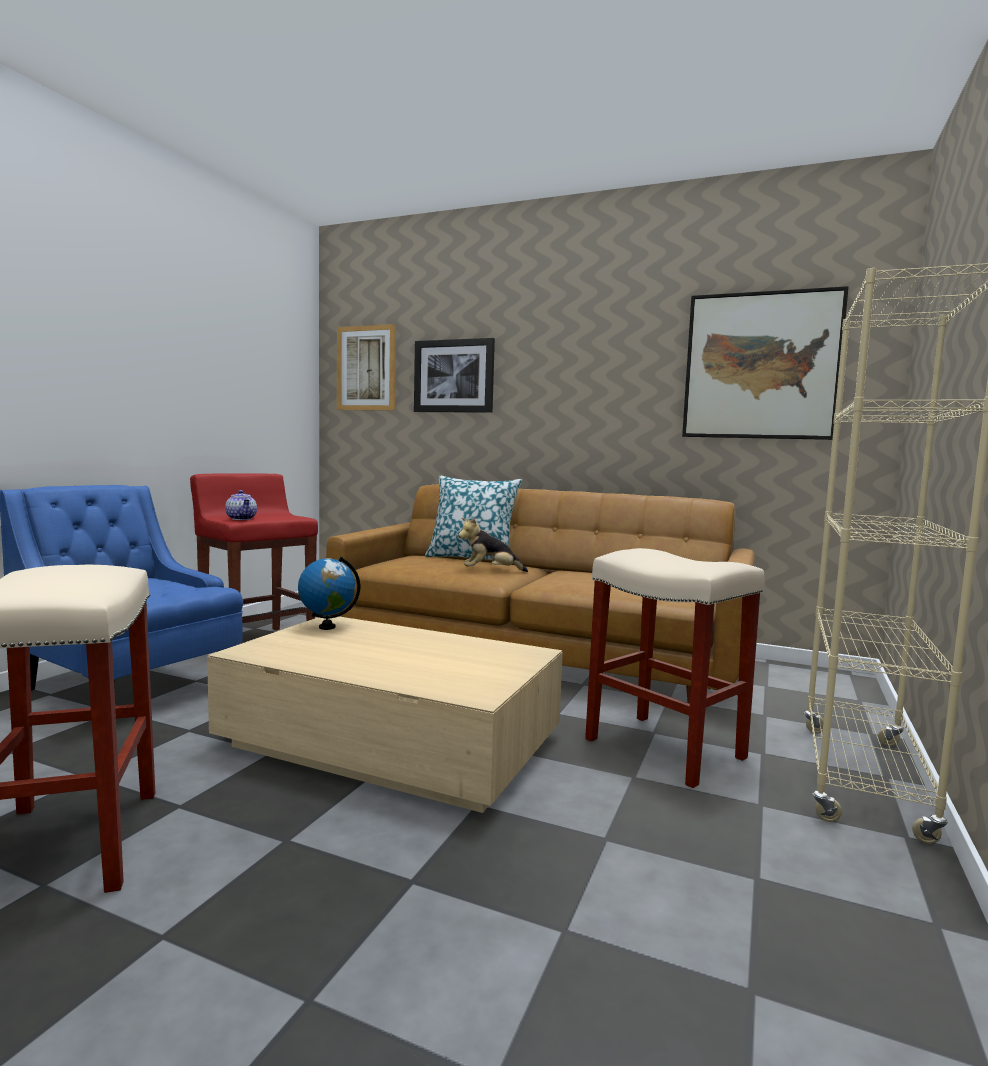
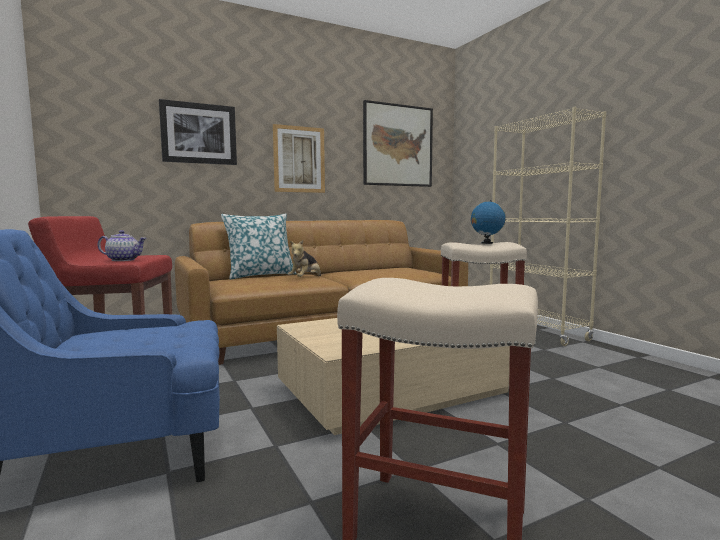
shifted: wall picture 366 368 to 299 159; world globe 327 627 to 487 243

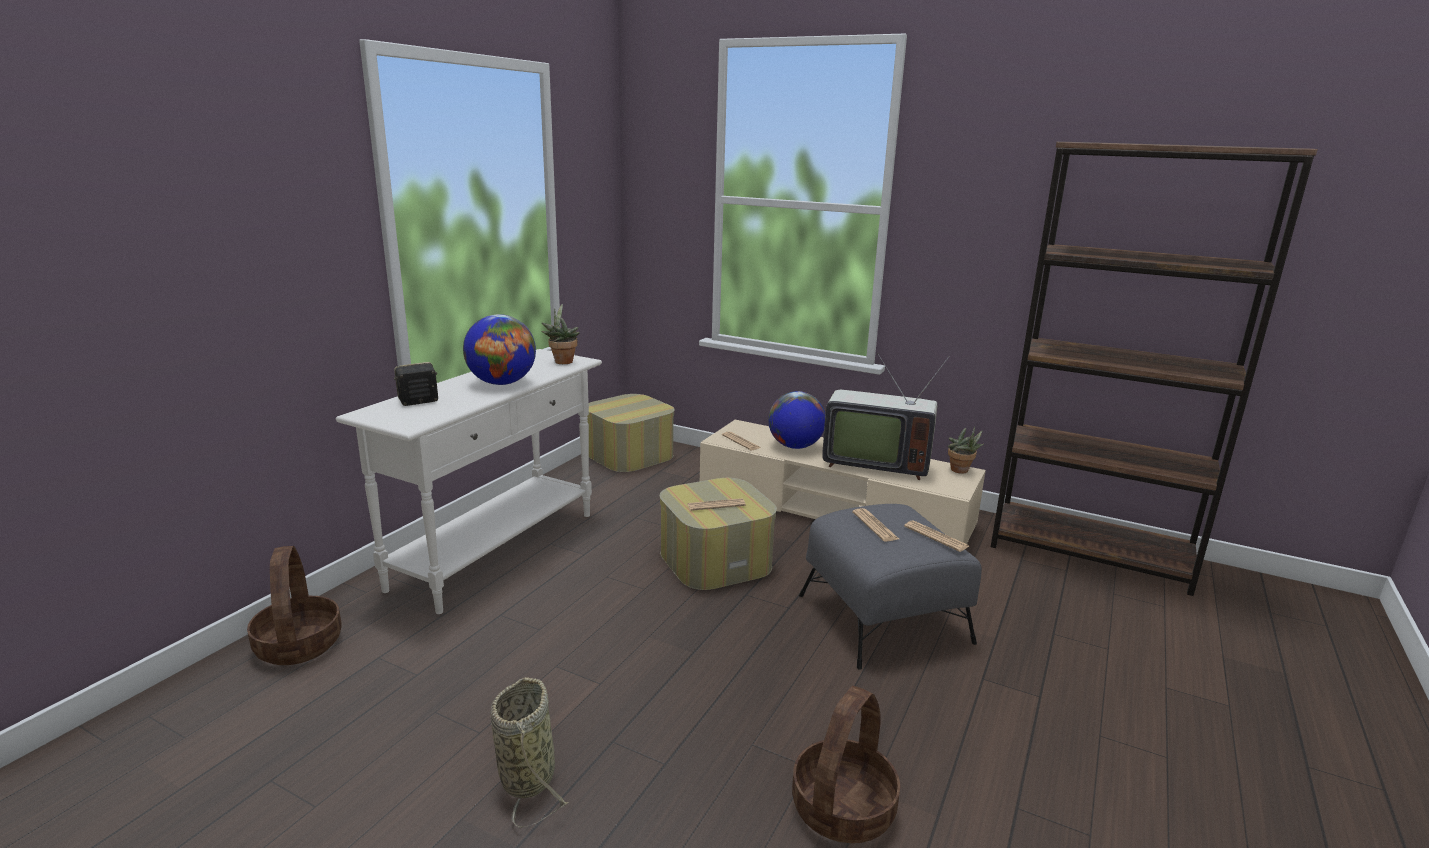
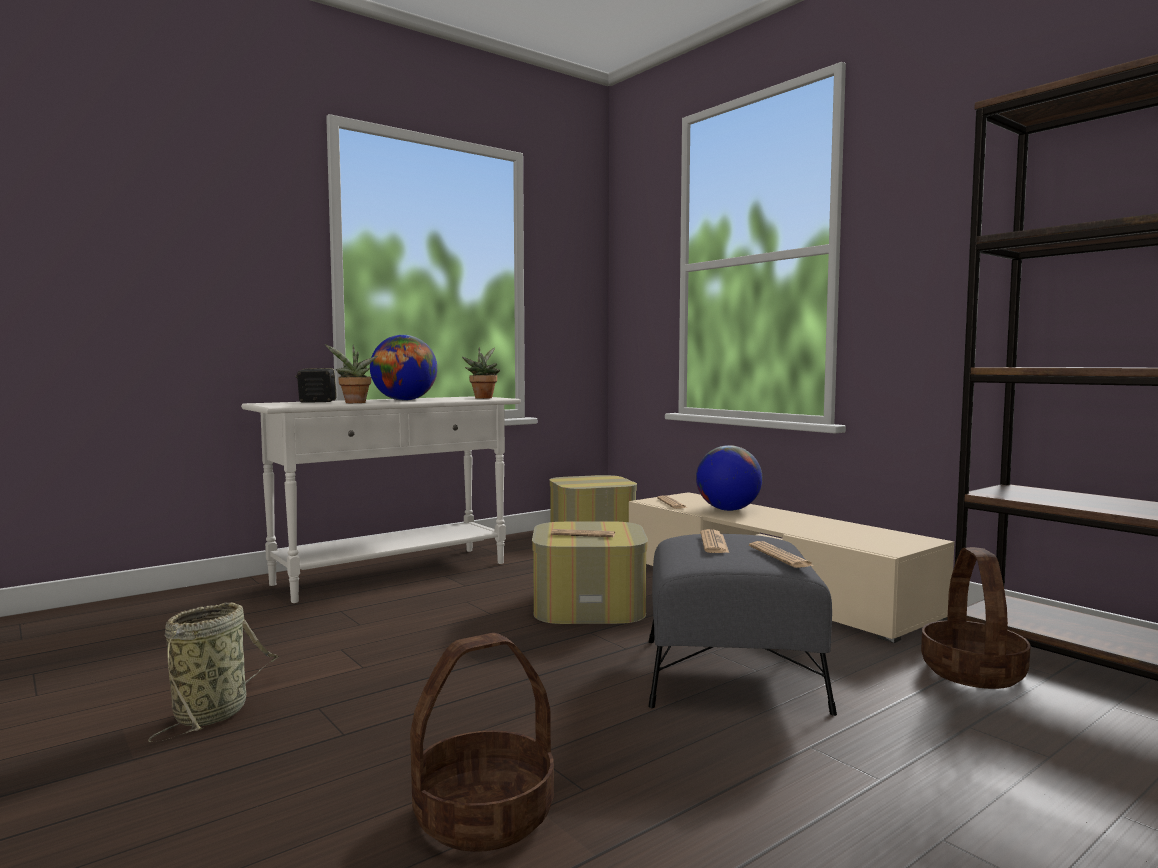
gone: TV set 874 463
shifted: potted plant 961 471 to 354 403; basket 299 645 to 973 672

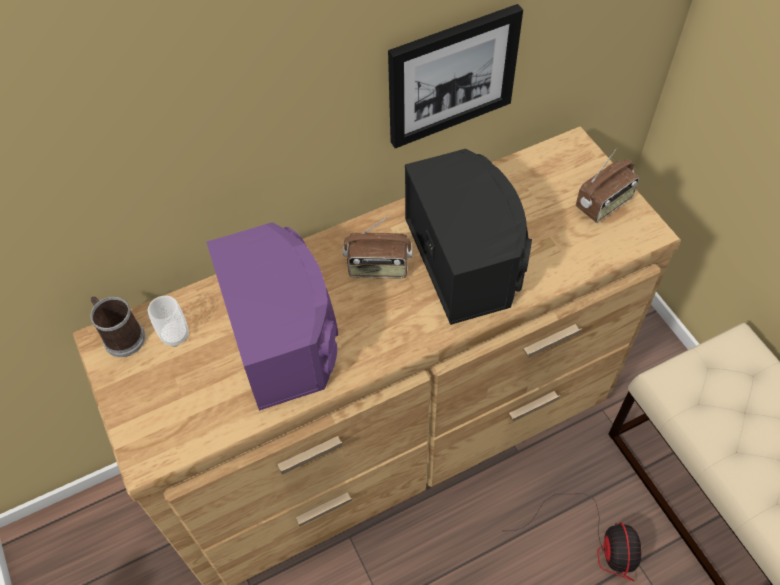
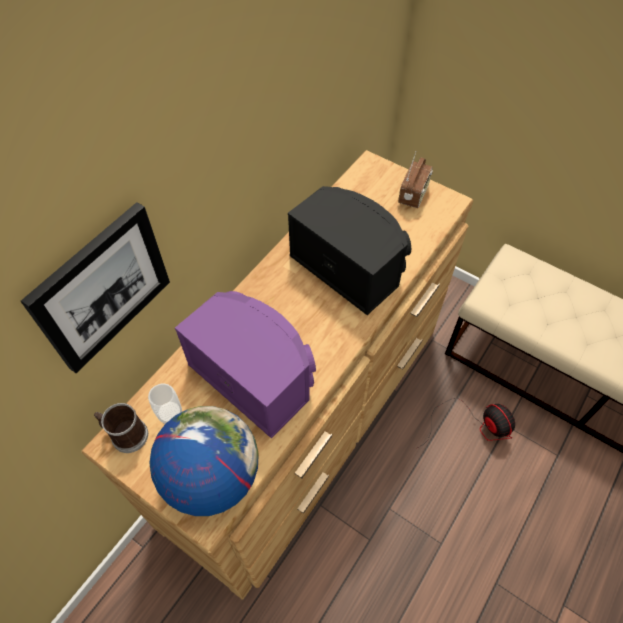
gone: radio receiver 378 268
new: world globe 212 476
shifted: wall picture 451 75 to 101 287

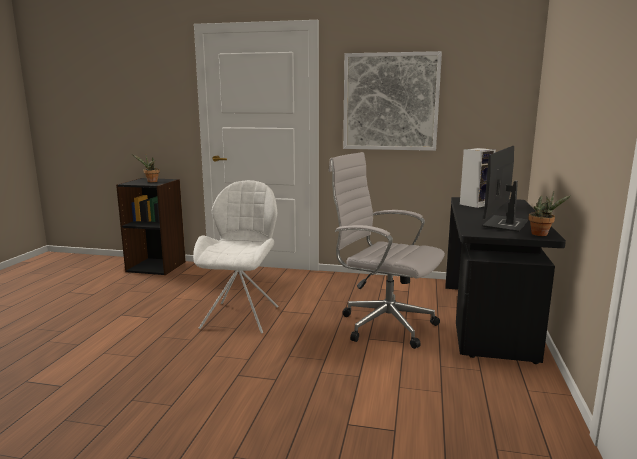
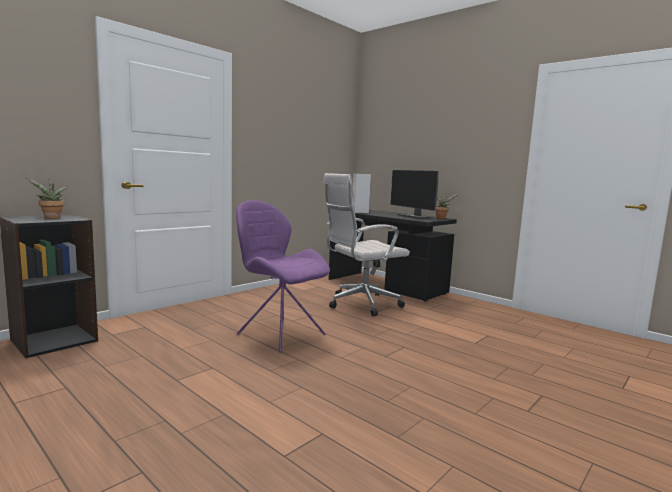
gone: wall picture 390 102
repainted: whitish plain chair 241 316 to purple-coloured plain chair 279 333

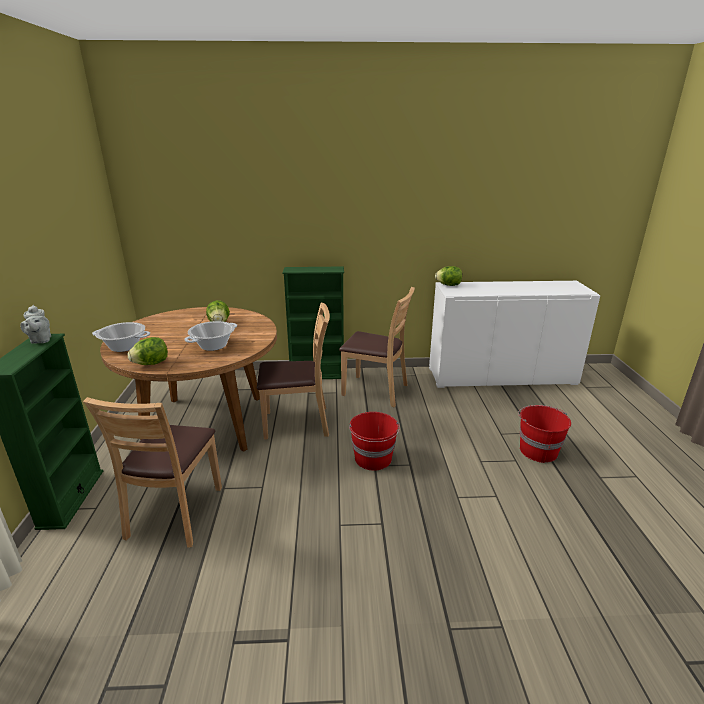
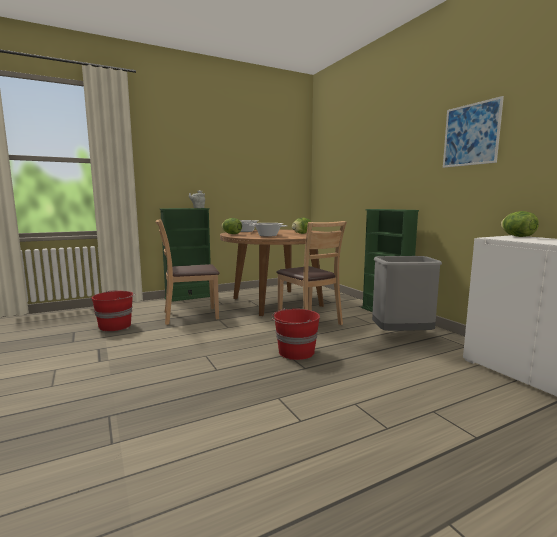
new: wall picture 471 134
shifted: red-coloured water bucket 537 450 to 116 326
swapped: brown-coloured plain chair 376 390 to gray waste bin 401 335

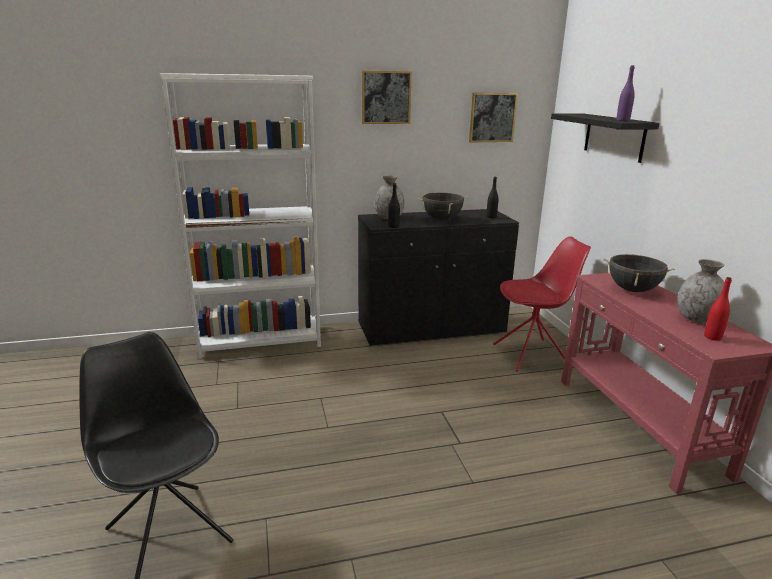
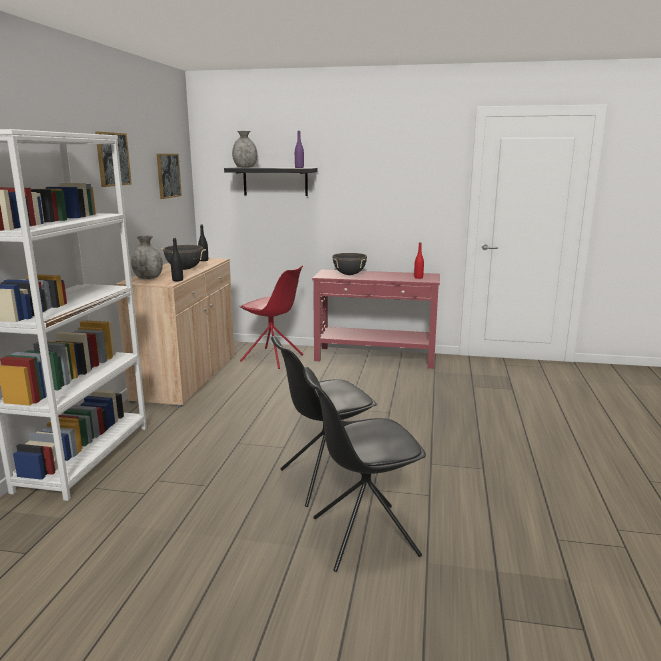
new: blackish plain chair 324 480
shifted: gray decorative vase 696 318 to 245 167
repainted: blackish storage cabinet 431 329 to sand-coloured storage cabinet 187 378
rotated: red-coloured plain chair 532 355 = 273 358 105 degrees clockwise

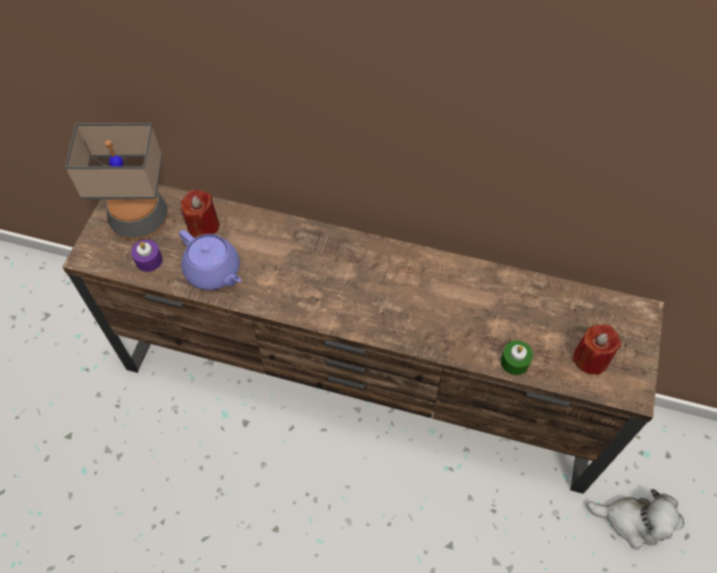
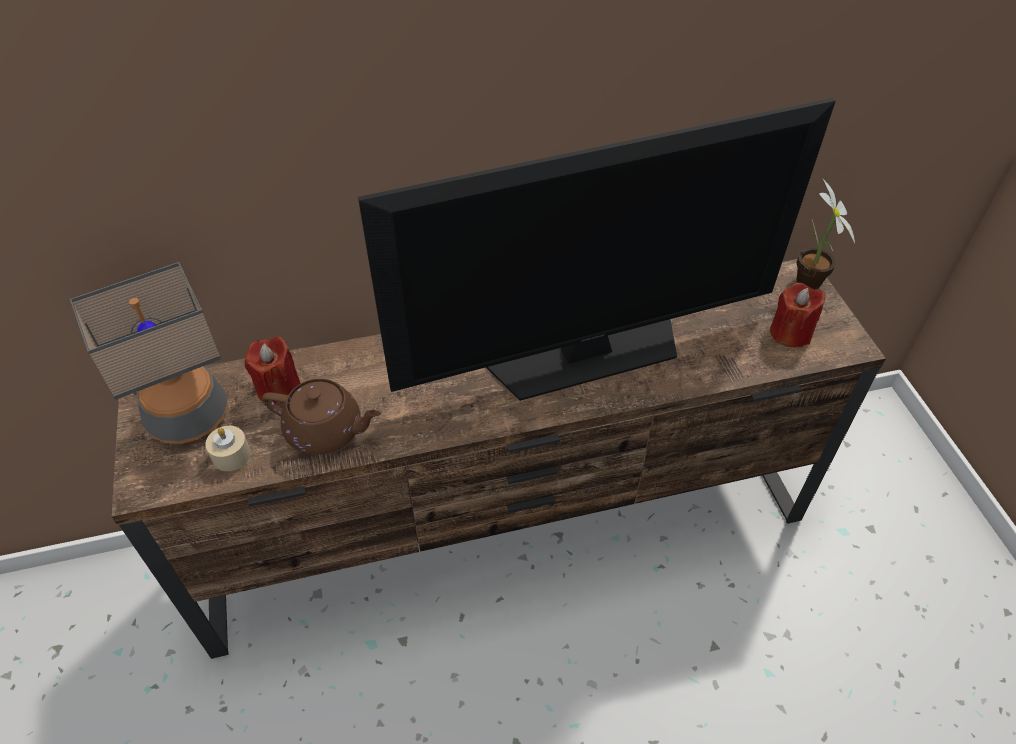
gone: green-coloured candle 514 361; plush toy 633 521
new: TV set 586 353; potted plant 807 284
repainted: purple-coloured teapot 214 272 to brown-coloured teapot 326 431; purple-coloured candle 149 260 to sand-coloured candle 231 455

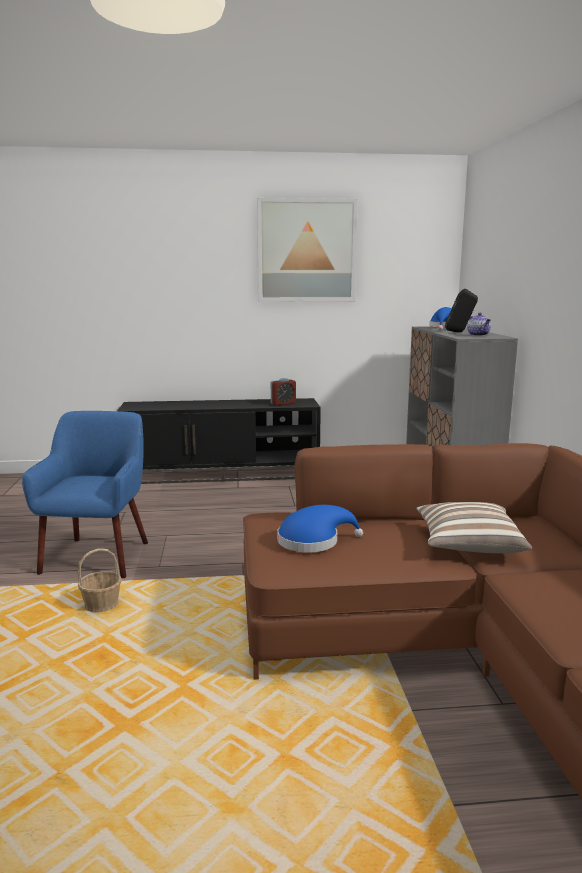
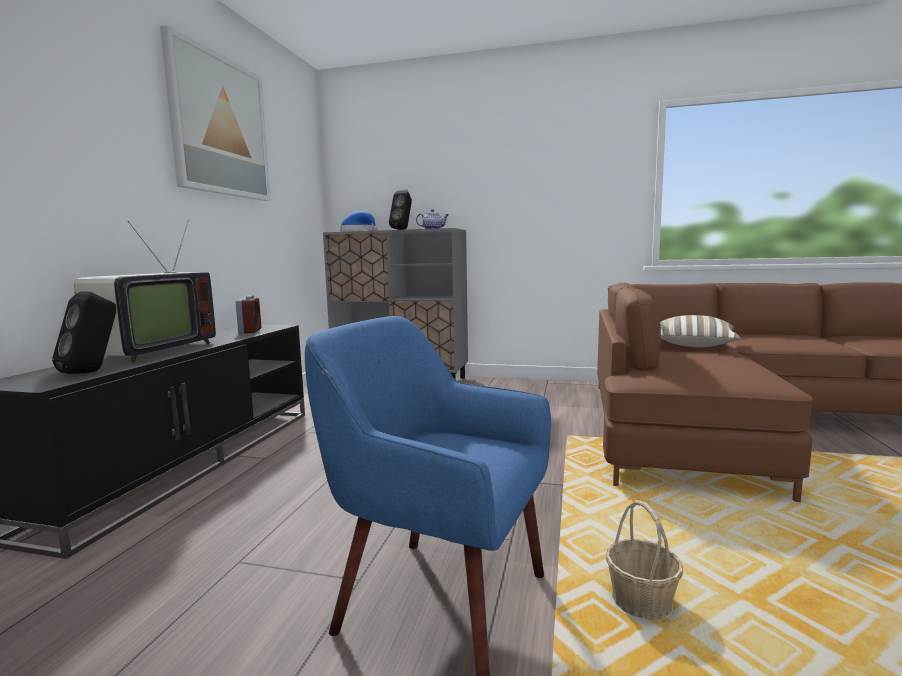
gone: blue hat 313 541
new: TV set 150 351; blackish loudspeaker 92 371

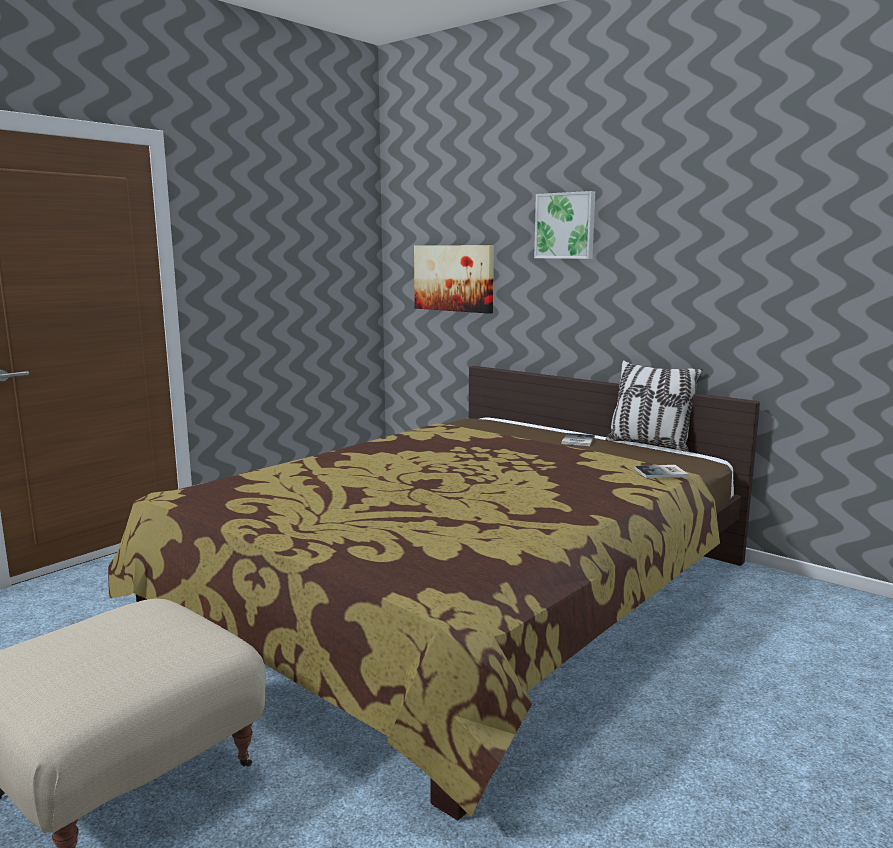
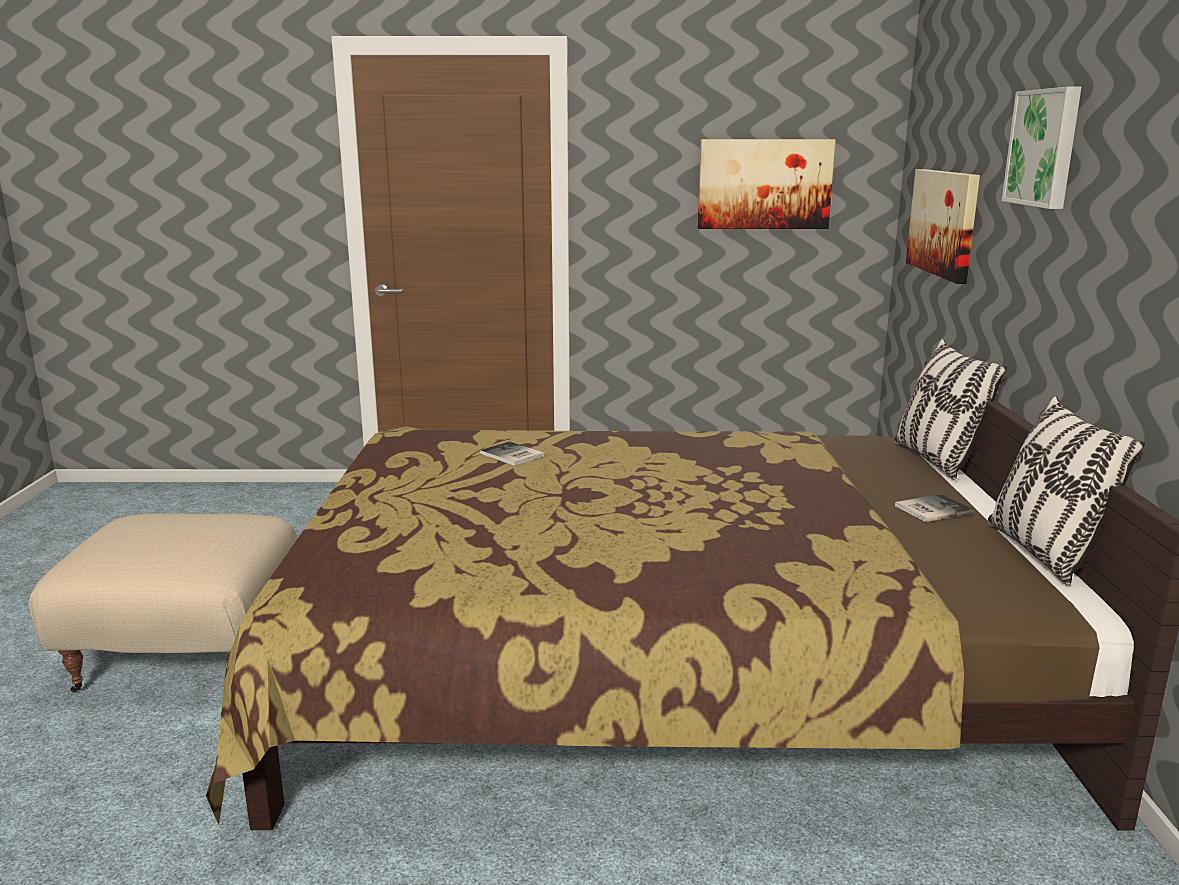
new: wall picture 764 184; cushion 936 461
shifted: volume 662 473 to 511 455

